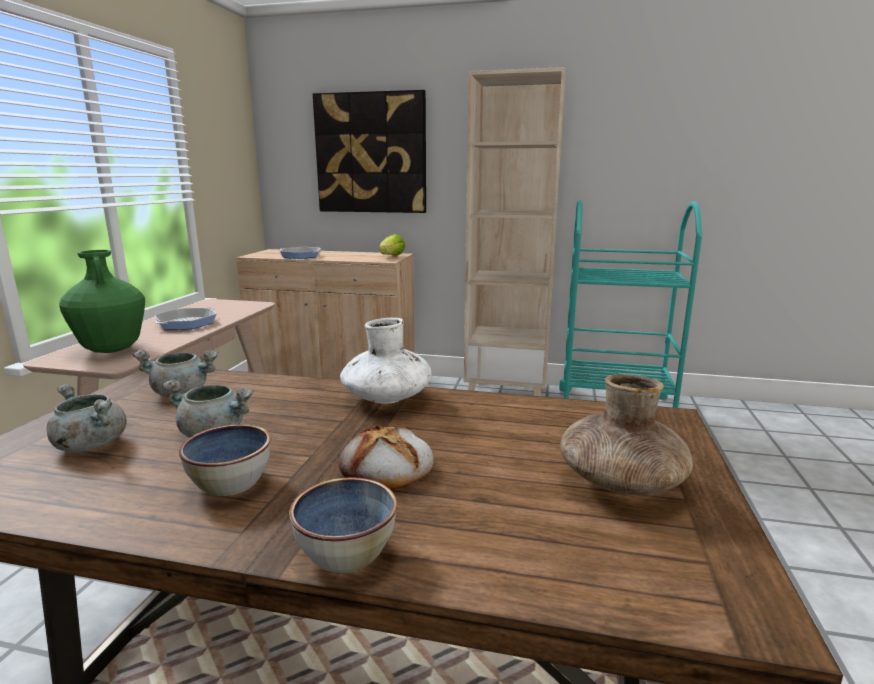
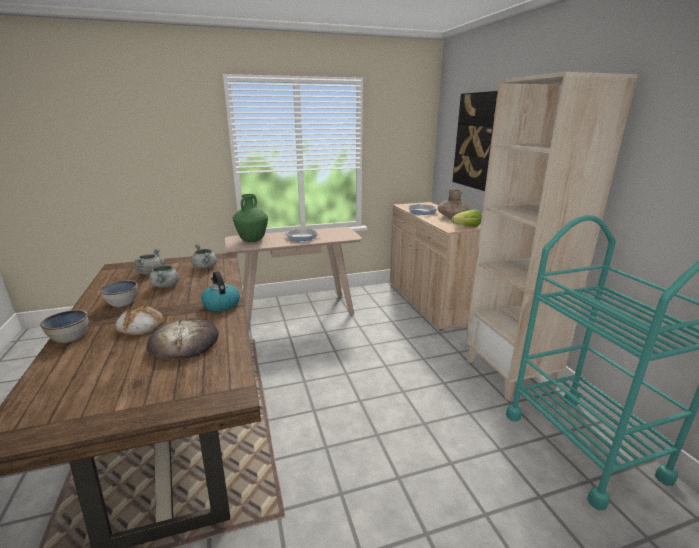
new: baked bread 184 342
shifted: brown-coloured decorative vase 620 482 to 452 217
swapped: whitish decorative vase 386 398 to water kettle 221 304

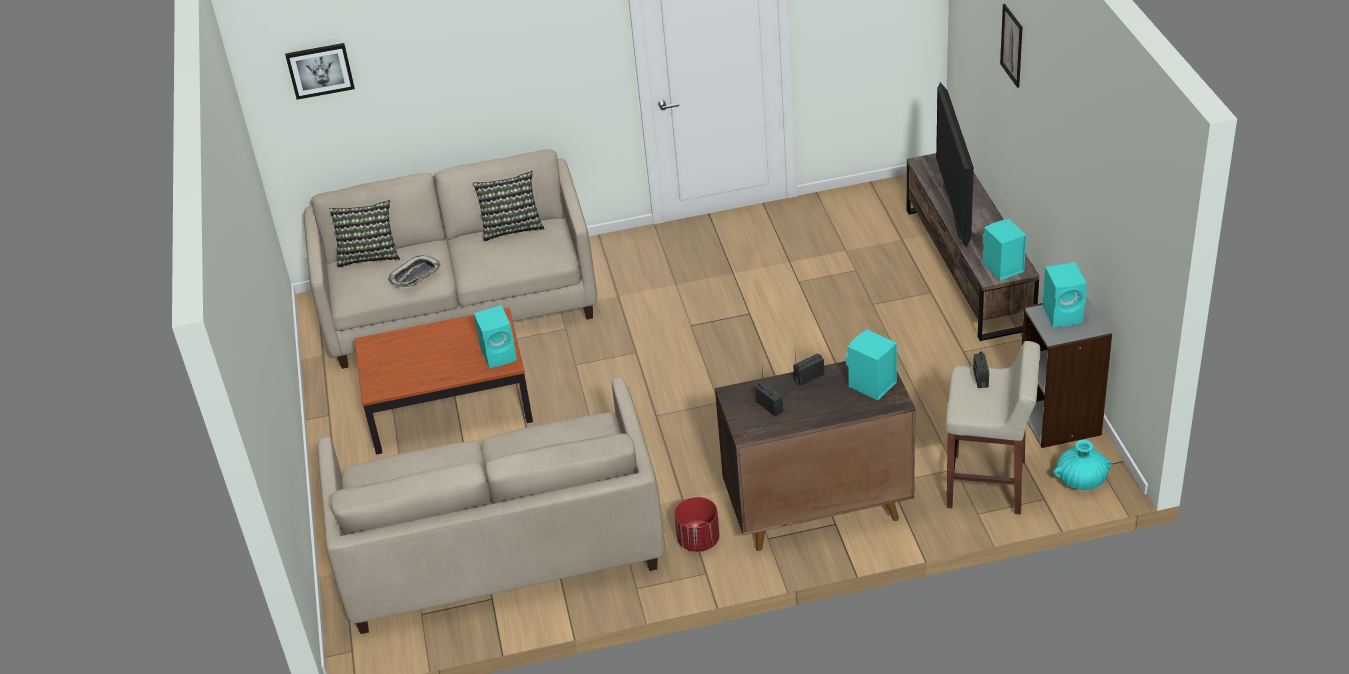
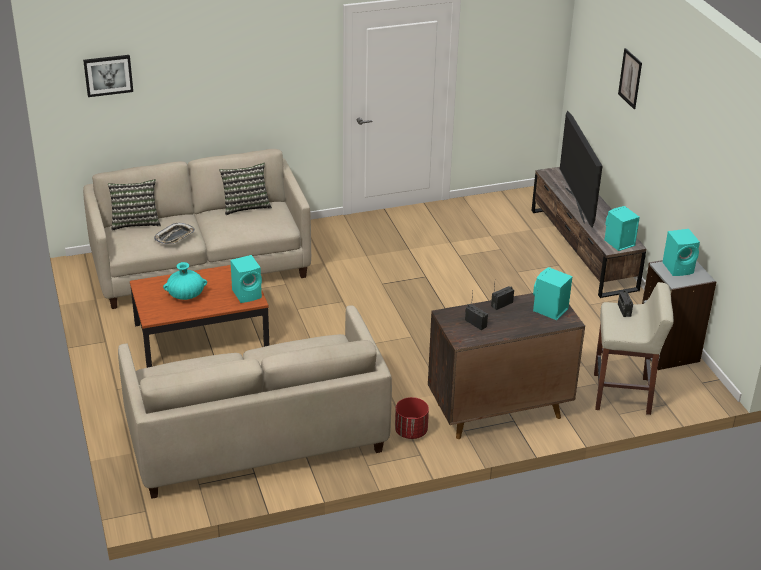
shifted: blue-green decorative vase 1081 481 to 186 295

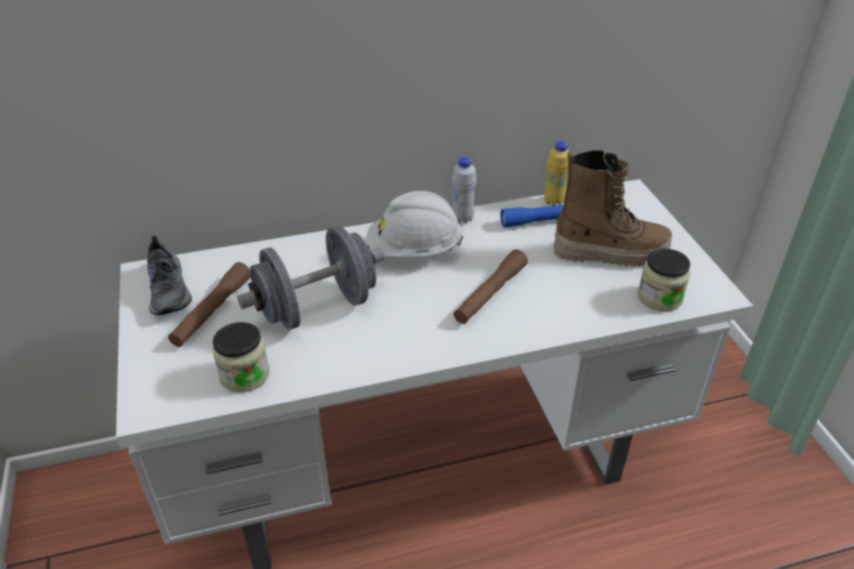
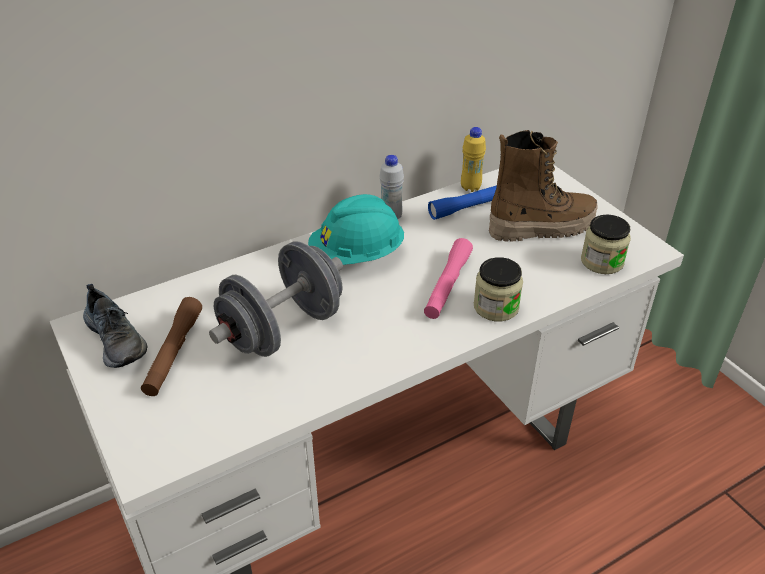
shifted: storage jar 244 375 to 496 307
repainted: whitish hard hat 414 251 to blue-green hard hat 357 256; brown-coloured torch 490 294 to pinkish torch 447 285

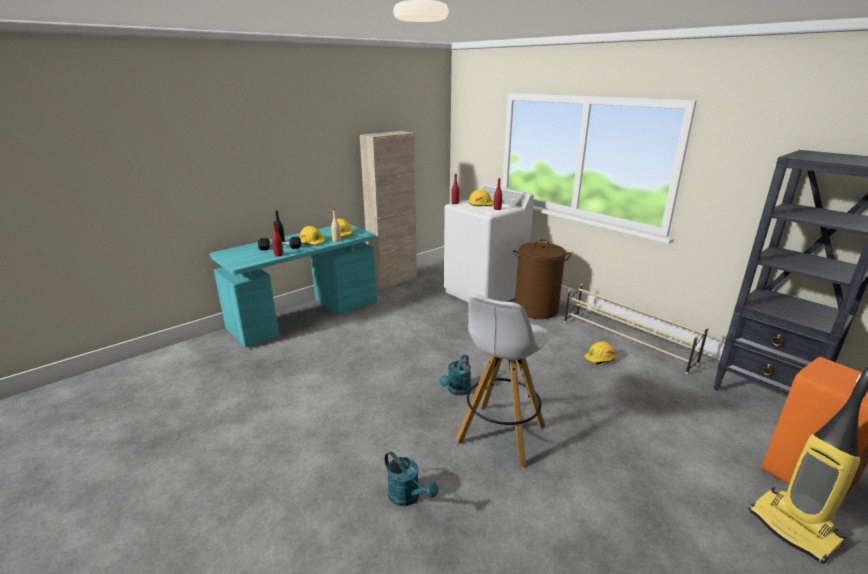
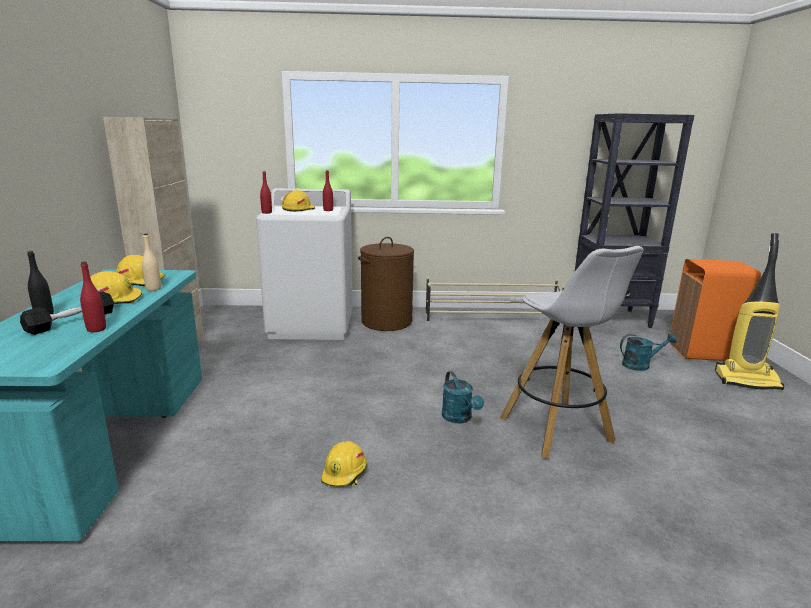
shifted: yellowish hard hat 599 359 to 345 473; blue-green watering can 408 497 to 640 365

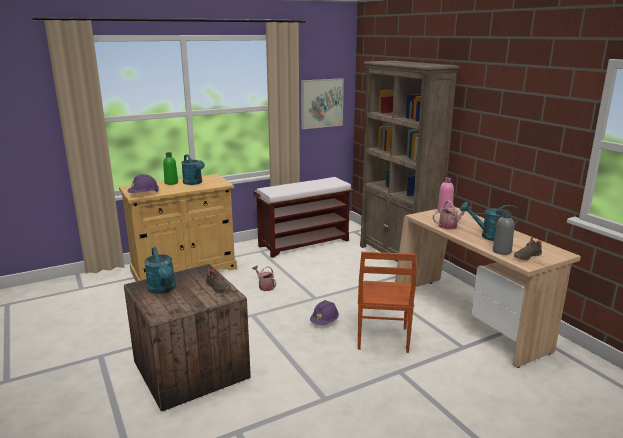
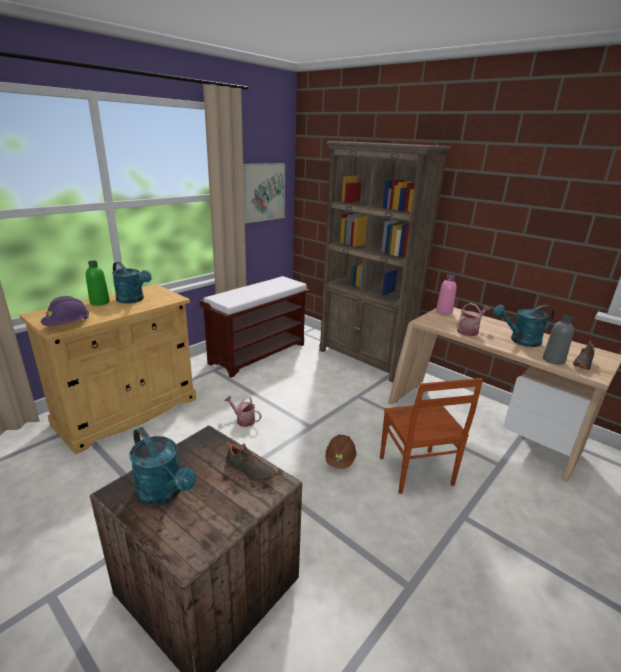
repainted: purple-coloured hard hat 324 322 to brown-coloured hard hat 340 460

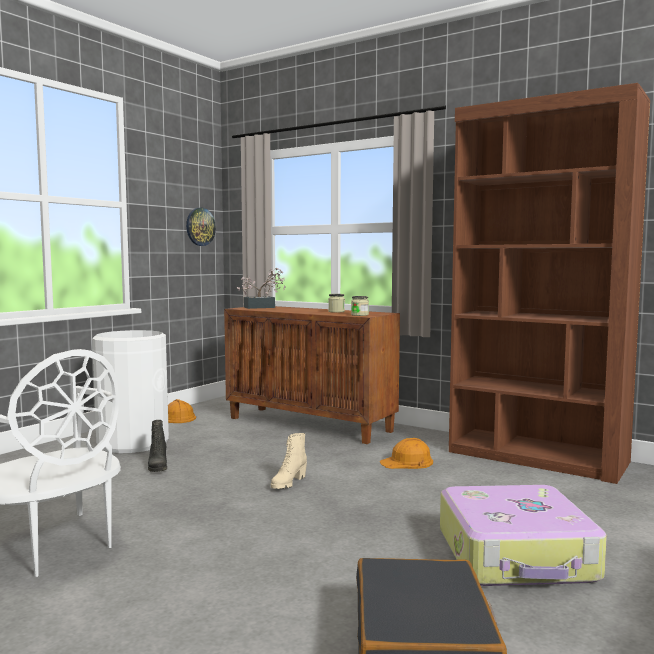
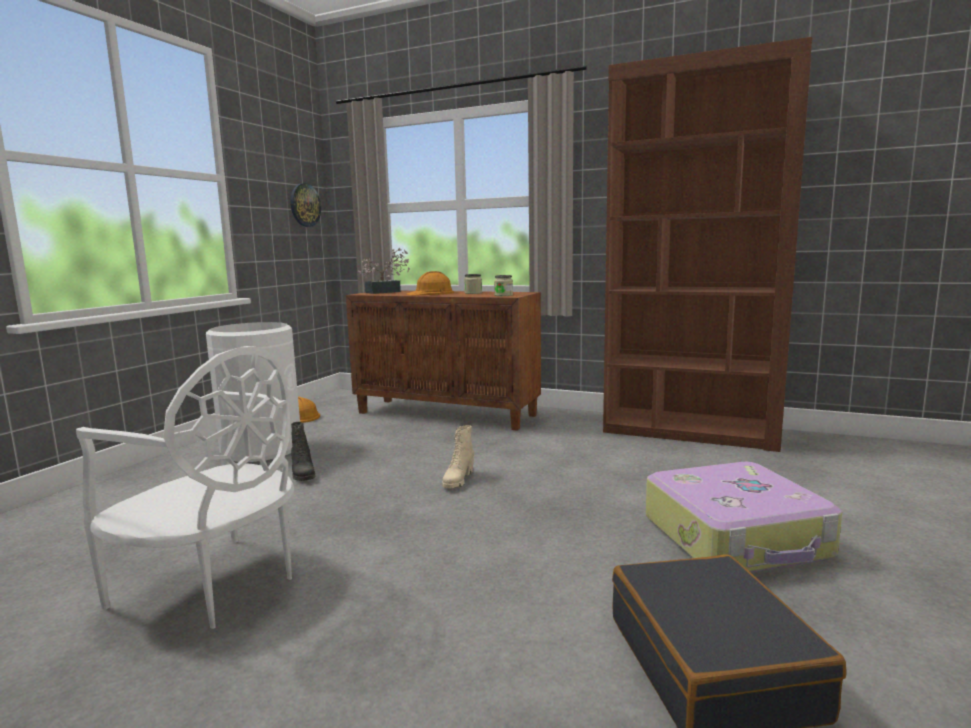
shifted: orange-coloured hard hat 407 462 to 431 293

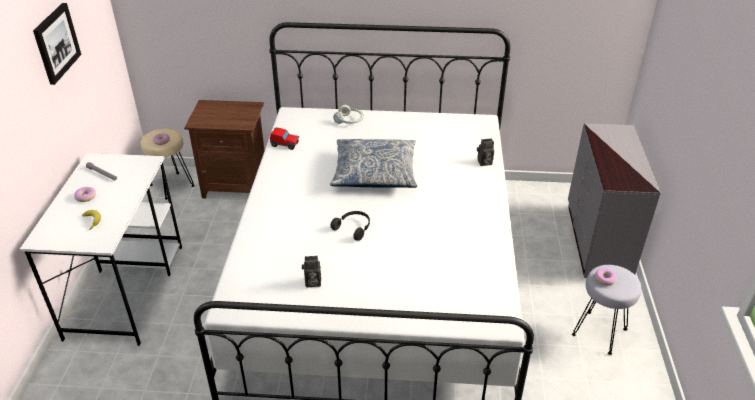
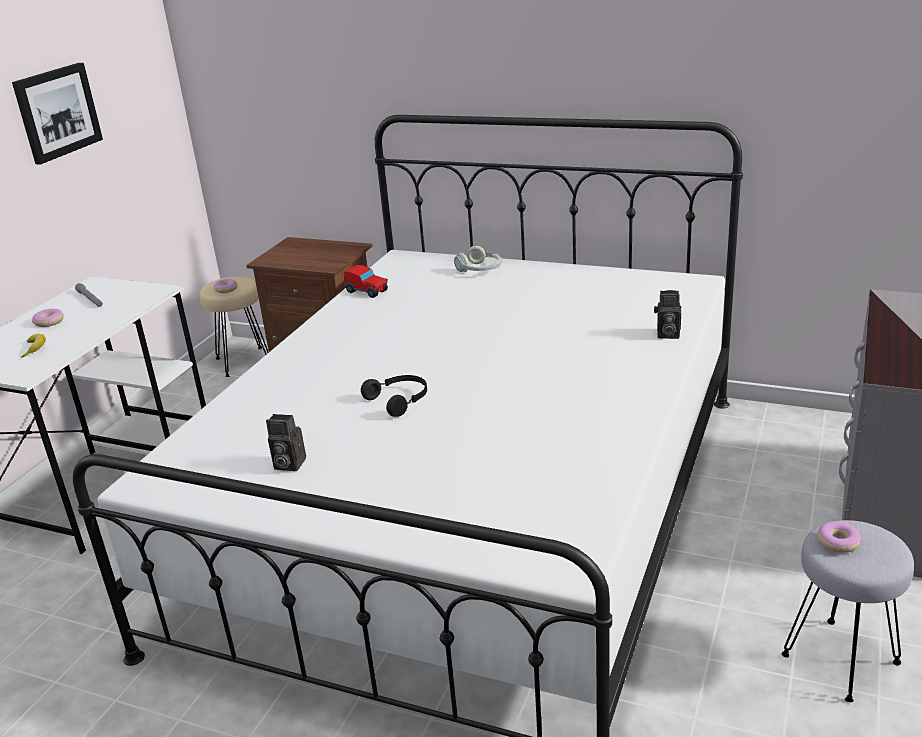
gone: cushion 374 173

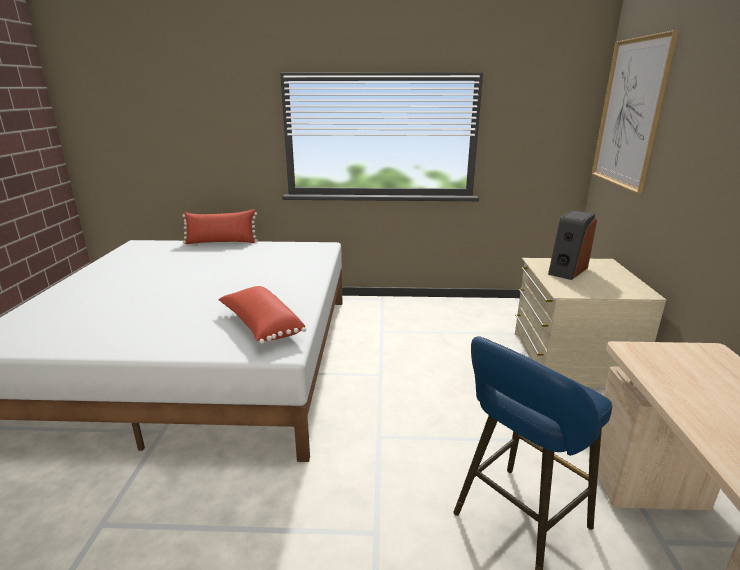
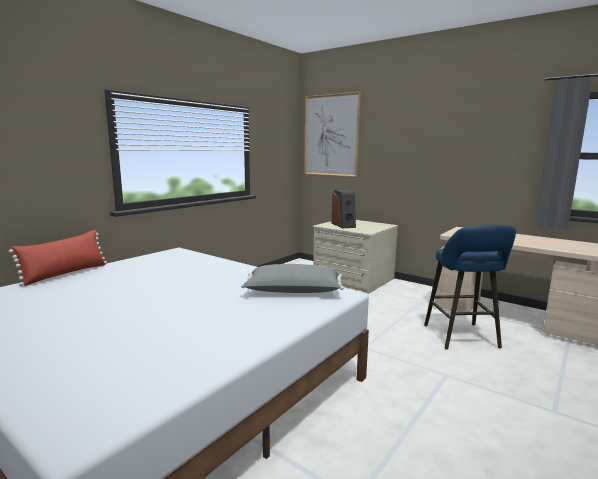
repainted: red-coloured cushion 261 326 to gray cushion 293 292

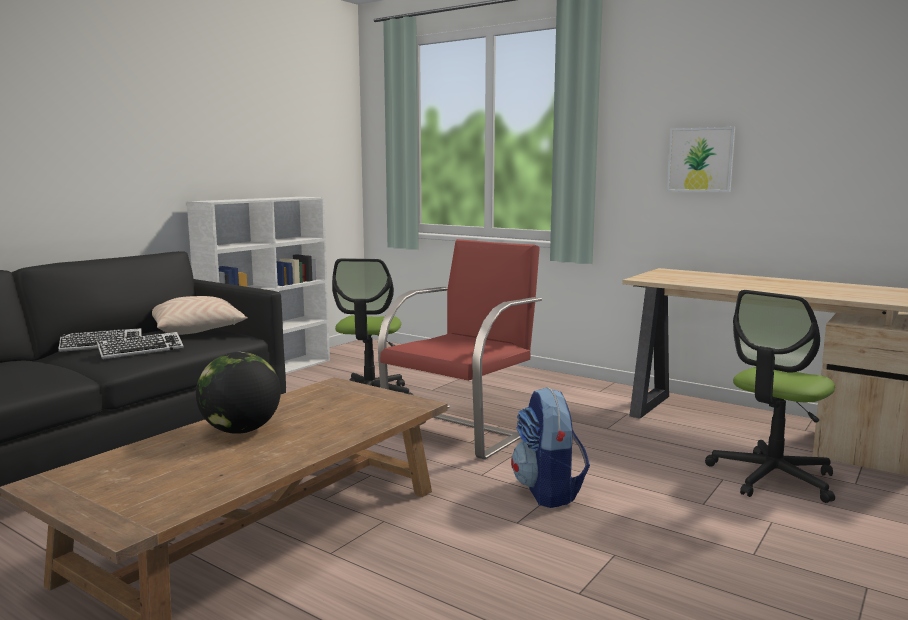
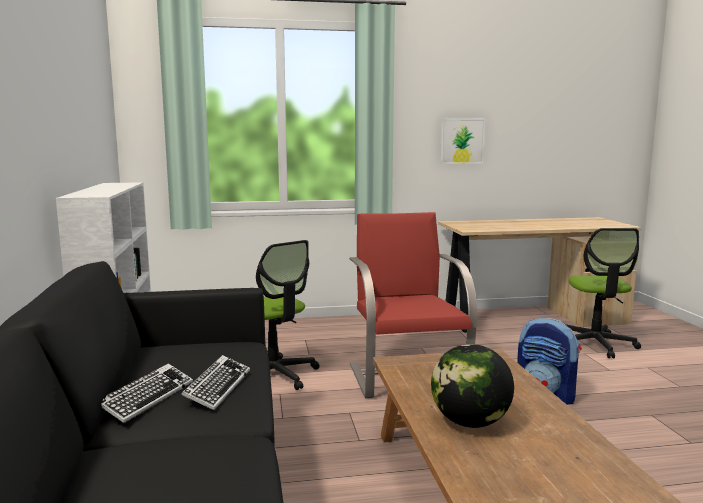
gone: sand-coloured cushion 198 330

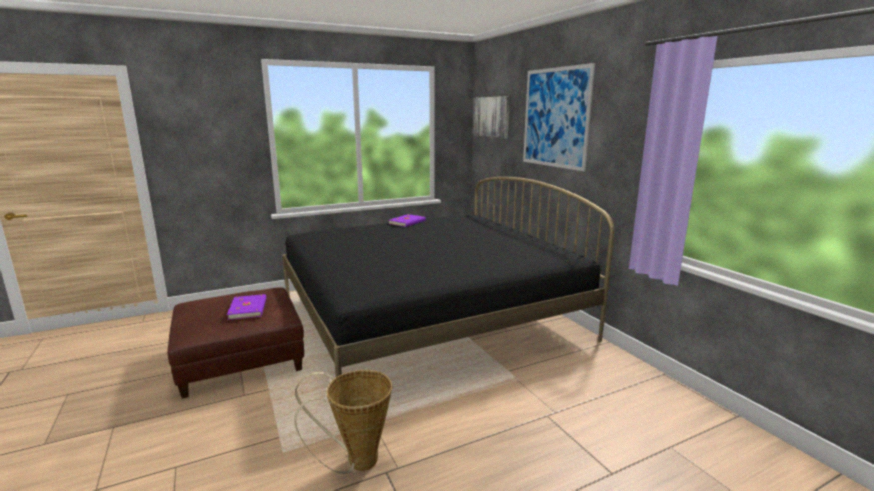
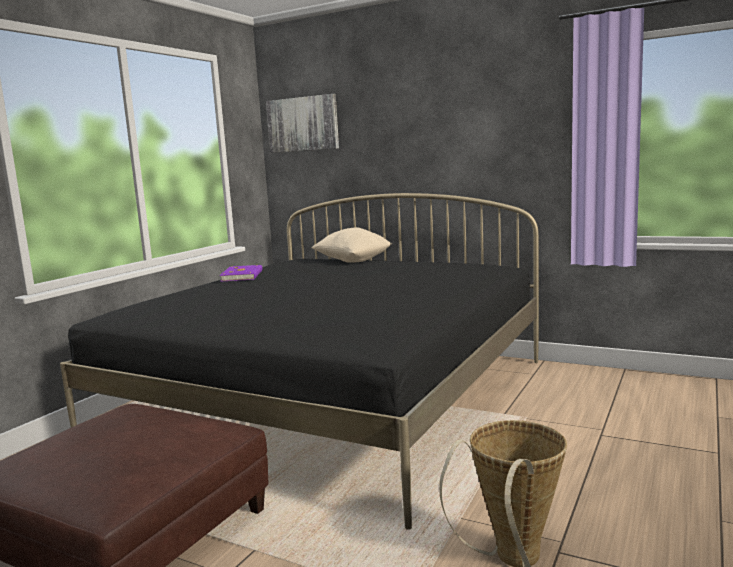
gone: wall picture 555 118; purple-coloured volume 249 309
new: sand-coloured cushion 353 261

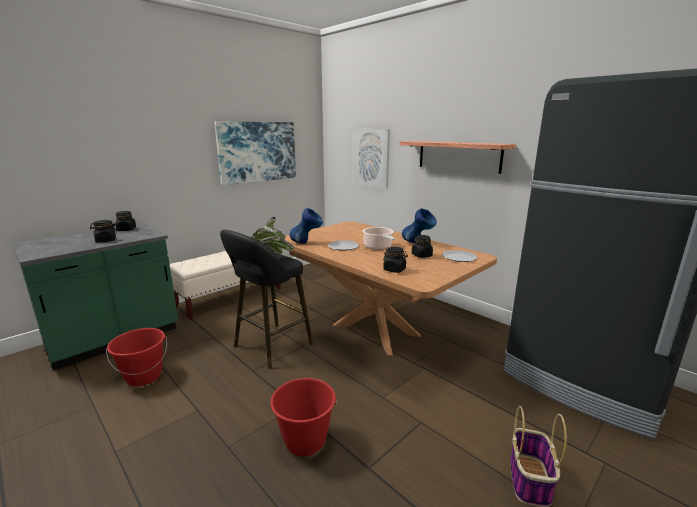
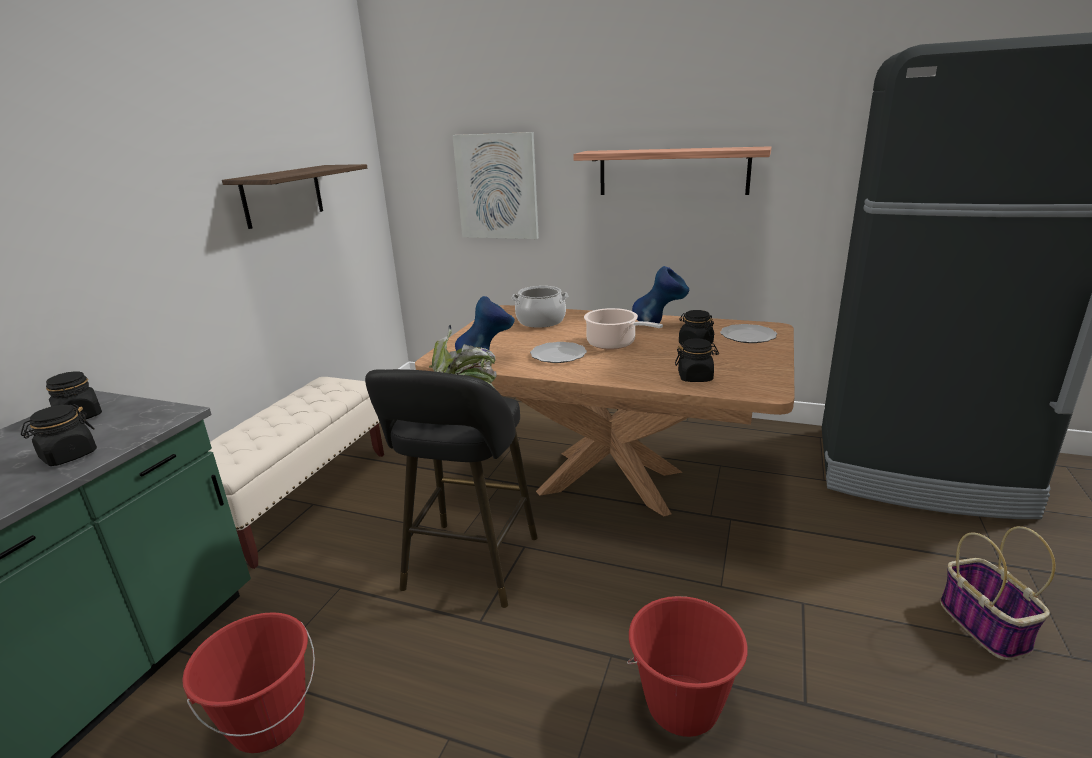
new: saucepot 541 321
swapped: wall picture 257 152 to shelf 283 195

